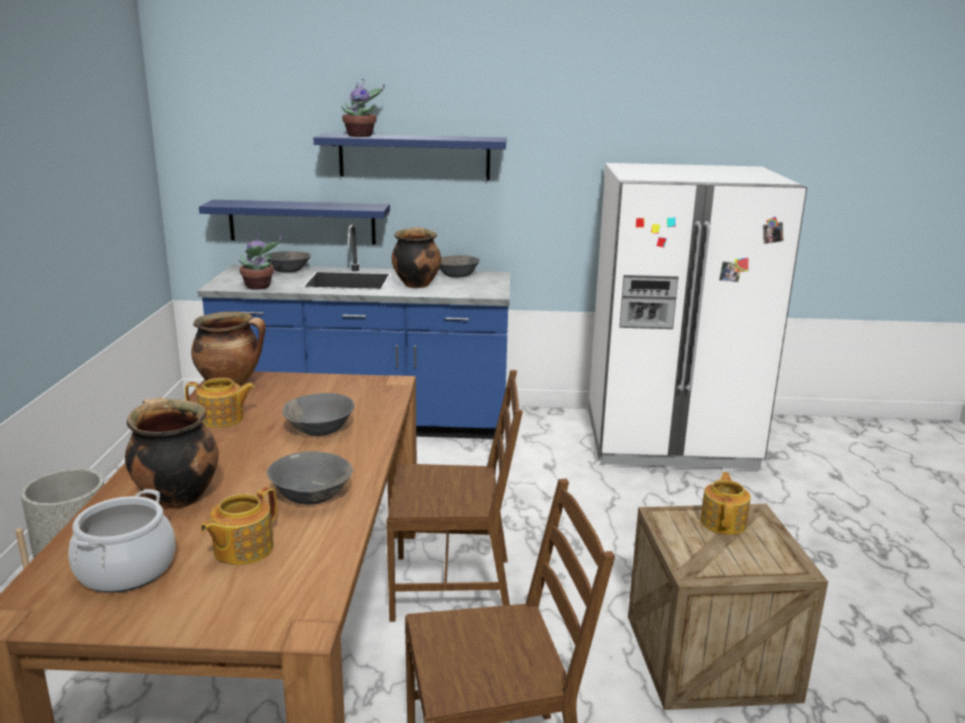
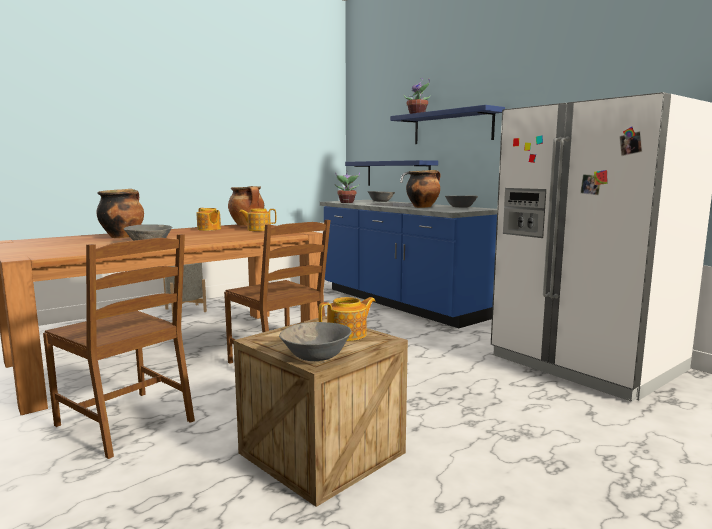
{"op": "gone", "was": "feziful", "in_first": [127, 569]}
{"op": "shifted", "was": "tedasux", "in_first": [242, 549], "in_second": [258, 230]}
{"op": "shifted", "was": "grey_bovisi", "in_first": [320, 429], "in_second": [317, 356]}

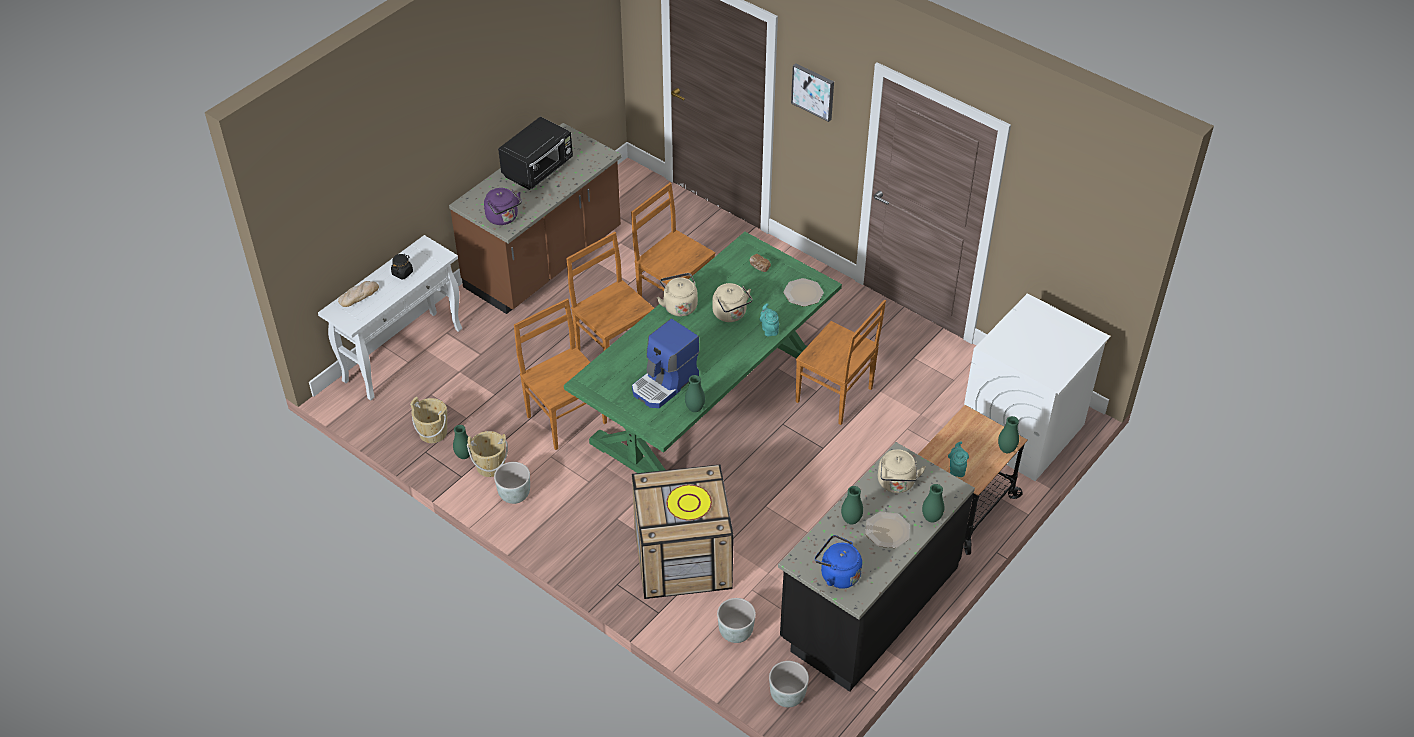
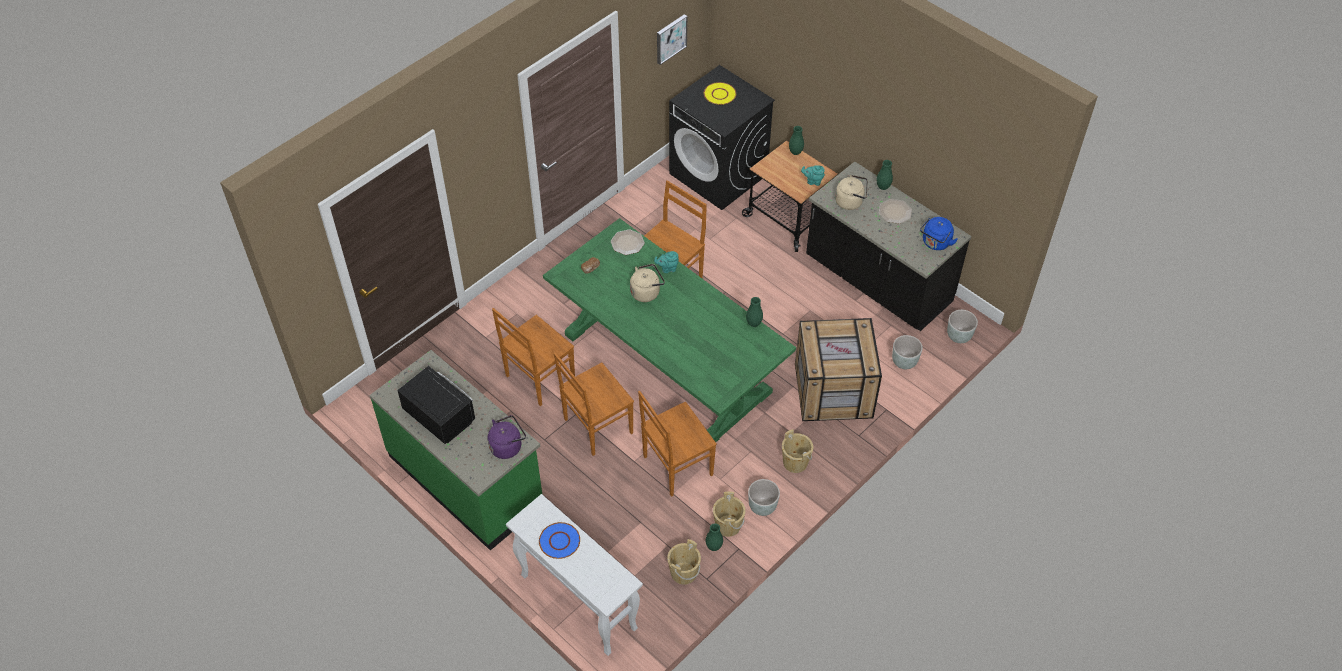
{"op": "gone", "was": "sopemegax", "in_first": [359, 295]}
{"op": "gone", "was": "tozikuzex", "in_first": [665, 384]}
{"op": "gone", "was": "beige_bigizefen", "in_first": [679, 305]}
{"op": "gone", "was": "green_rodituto", "in_first": [851, 520]}
{"op": "new", "now": "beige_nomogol", "in_second": [795, 462]}
{"op": "shifted", "was": "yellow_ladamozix", "in_first": [688, 503], "in_second": [720, 94]}
{"op": "shifted", "was": "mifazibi", "in_first": [813, 91], "in_second": [670, 38]}
{"op": "swapped", "was": "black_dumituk", "now": "blue_ladamozix", "in_first": [402, 273], "in_second": [560, 541]}
{"op": "repainted", "was": "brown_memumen", "now": "green_memumen", "in_first": [544, 261], "in_second": [466, 479]}
{"op": "repainted", "was": "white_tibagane", "now": "black_tibagane", "in_first": [1021, 431], "in_second": [719, 174]}

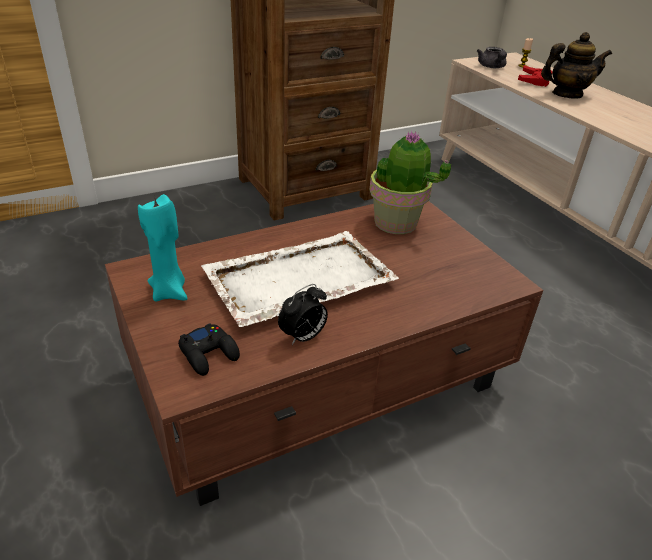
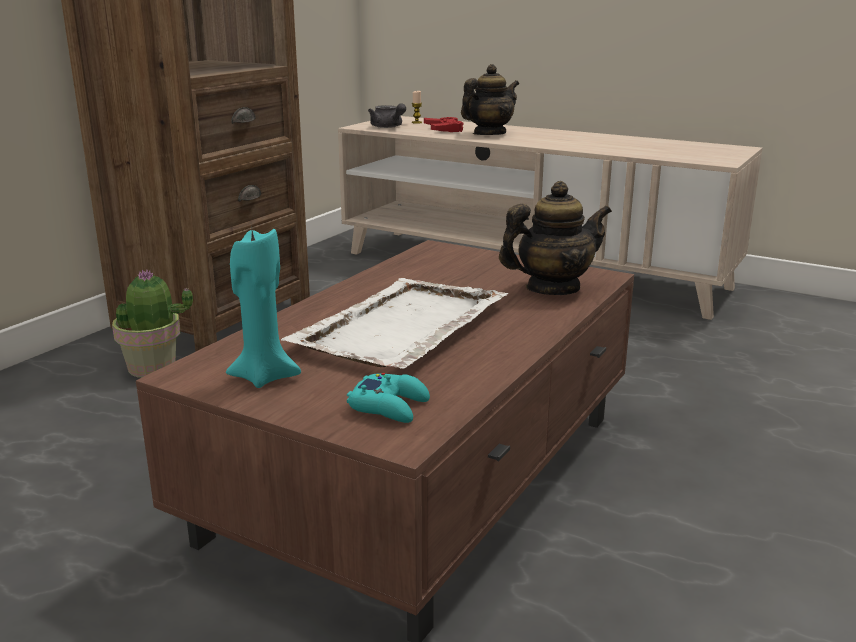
{"op": "gone", "was": "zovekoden", "in_first": [303, 337]}
{"op": "new", "now": "tedasux", "in_second": [552, 288]}
{"op": "shifted", "was": "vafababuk", "in_first": [396, 223], "in_second": [153, 368]}
{"op": "repainted", "was": "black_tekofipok", "now": "turquoise_tekofipok", "in_first": [209, 354], "in_second": [390, 406]}

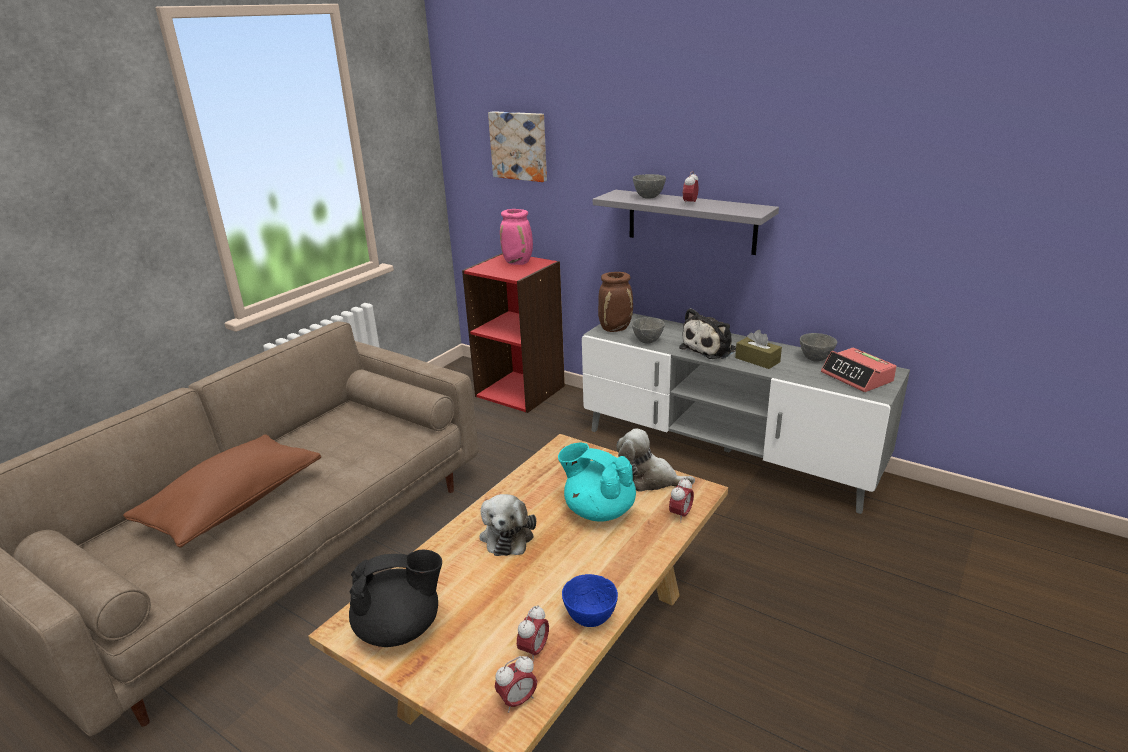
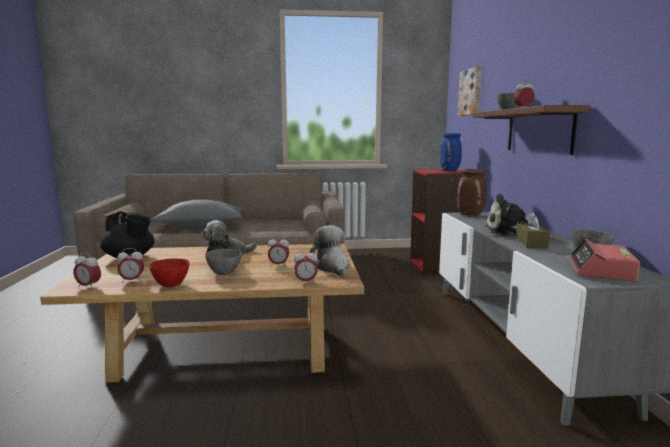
{"op": "shifted", "was": "grey_bovisi", "in_first": [647, 341], "in_second": [224, 273]}
{"op": "swapped", "was": "turquoise_tedasux", "now": "zovekoden", "in_first": [598, 510], "in_second": [278, 265]}
{"op": "repainted", "was": "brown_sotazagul", "now": "grey_sotazagul", "in_first": [233, 504], "in_second": [201, 226]}
{"op": "repainted", "was": "pink_rodituto", "now": "blue_rodituto", "in_first": [518, 263], "in_second": [450, 171]}
{"op": "repainted", "was": "blue_bovisi", "now": "red_bovisi", "in_first": [589, 619], "in_second": [170, 285]}
{"op": "repainted", "was": "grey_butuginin", "now": "brown_butuginin", "in_first": [691, 221], "in_second": [539, 131]}

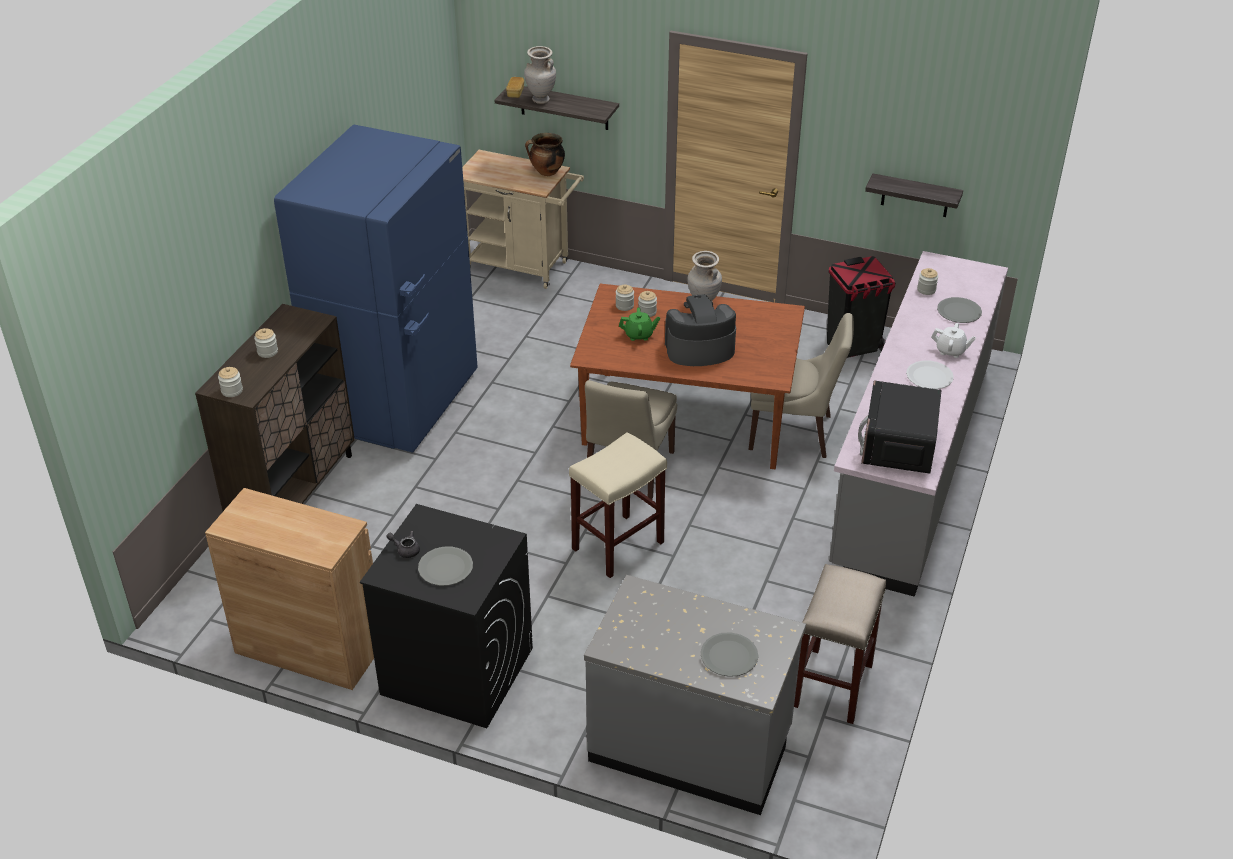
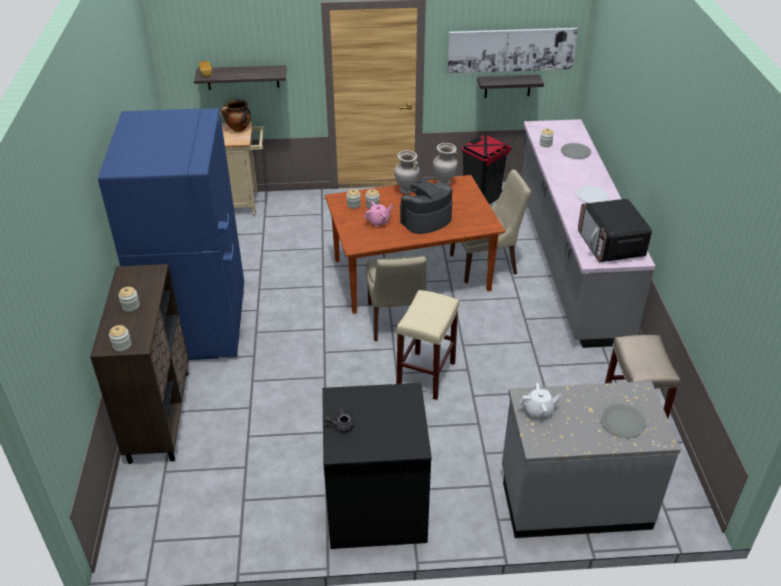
{"op": "gone", "was": "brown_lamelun", "in_first": [310, 647]}
{"op": "gone", "was": "grey_ladamozix", "in_first": [445, 567]}
{"op": "new", "now": "mifazibi", "in_second": [511, 50]}
{"op": "shifted", "was": "beige_rodituto", "in_first": [540, 100], "in_second": [444, 183]}
{"op": "shifted", "was": "white_tedasux", "in_first": [950, 351], "in_second": [538, 411]}
{"op": "repainted", "was": "green_tedasux", "now": "pink_tedasux", "in_first": [639, 335], "in_second": [378, 222]}

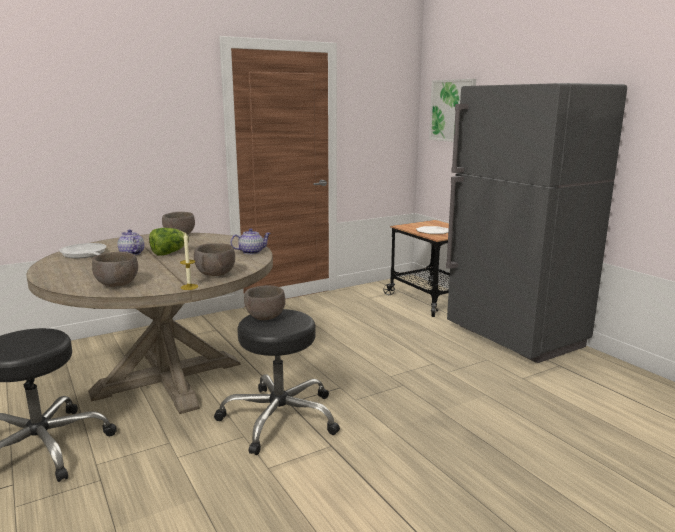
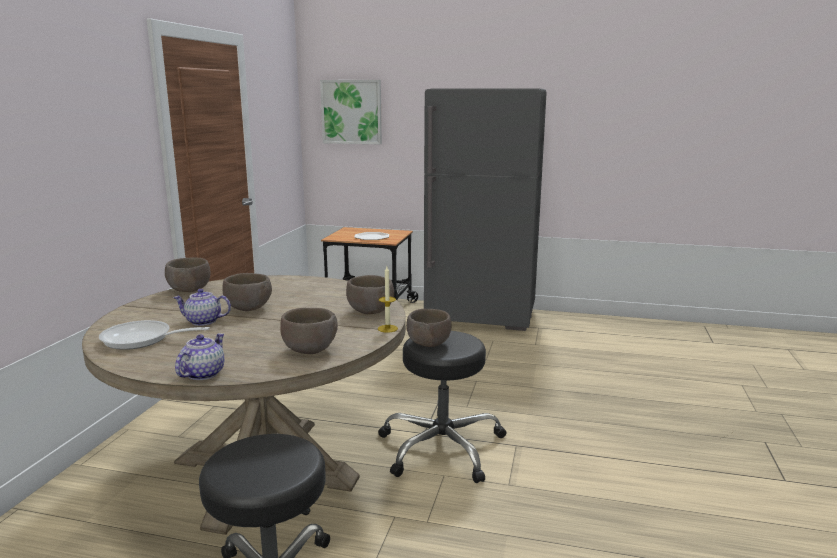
{"op": "shifted", "was": "tedasux", "in_first": [251, 252], "in_second": [203, 374]}
{"op": "swapped", "was": "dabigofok", "now": "brown_bovisi", "in_first": [169, 253], "in_second": [248, 309]}

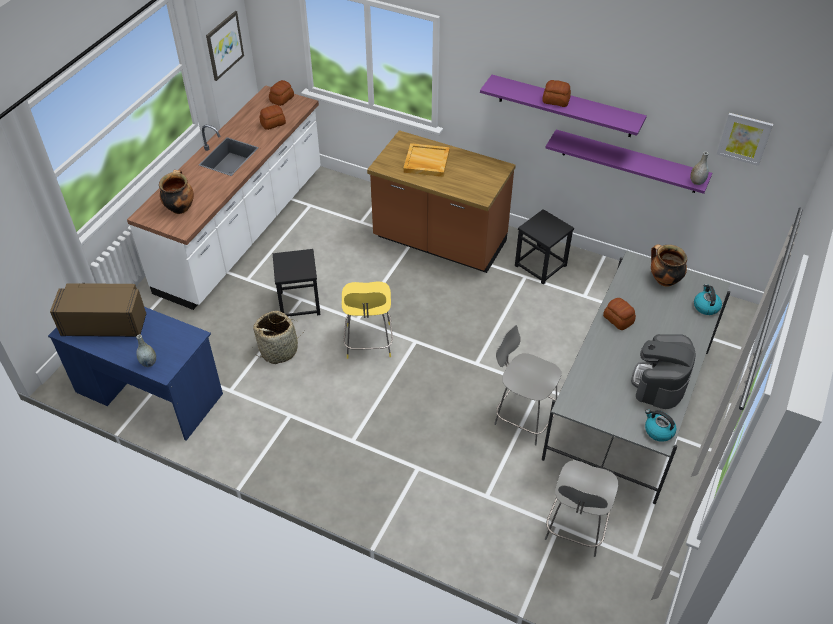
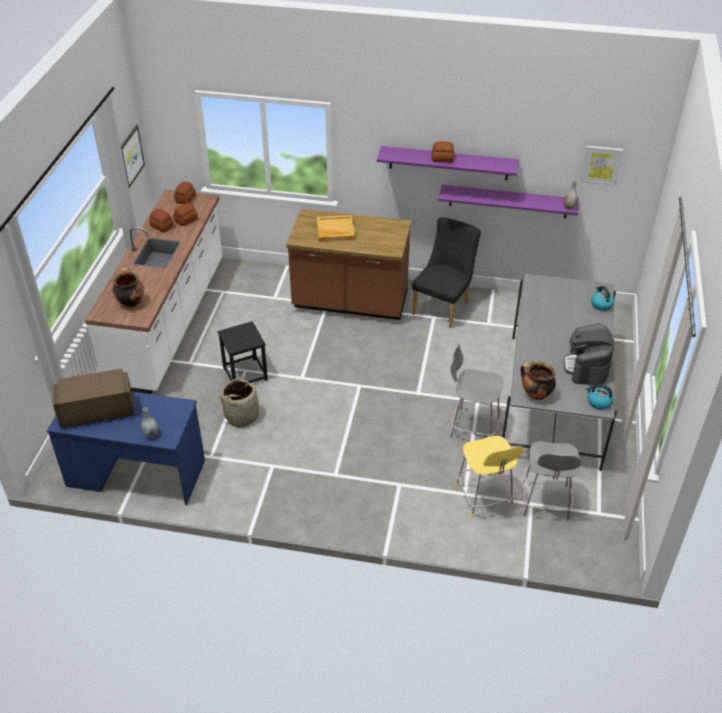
{"op": "shifted", "was": "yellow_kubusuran", "in_first": [368, 343], "in_second": [484, 498]}
{"op": "shifted", "was": "sopemegax", "in_first": [618, 320], "in_second": [162, 226]}
{"op": "shifted", "was": "feziful", "in_first": [663, 280], "in_second": [535, 394]}
{"op": "swapped", "was": "black_kubusuran", "now": "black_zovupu", "in_first": [541, 265], "in_second": [443, 306]}

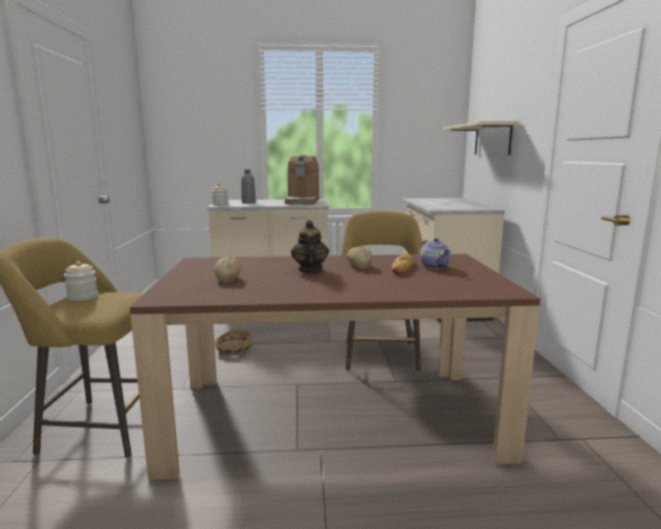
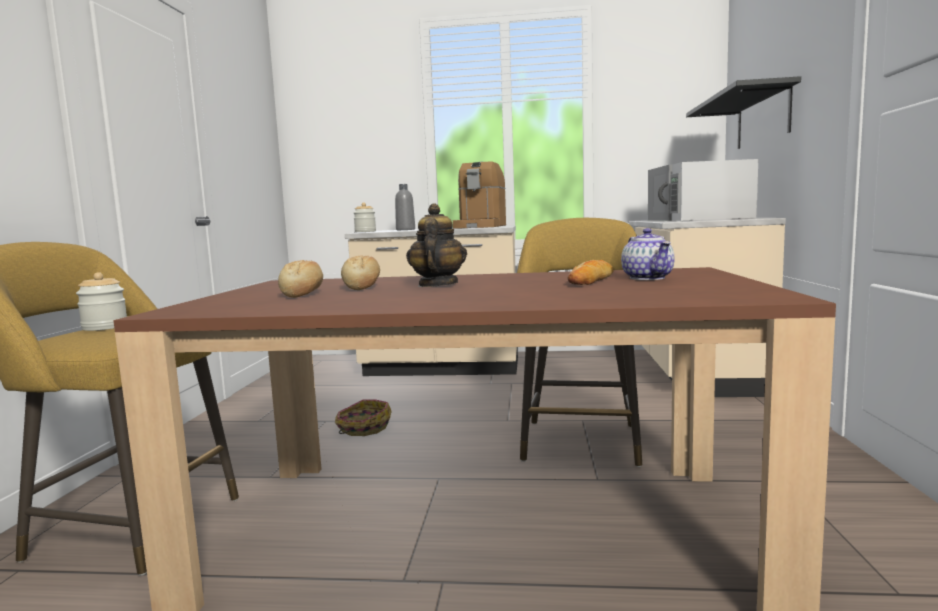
{"op": "new", "now": "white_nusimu", "in_second": [698, 219]}
{"op": "shifted", "was": "sopemegax", "in_first": [359, 266], "in_second": [361, 287]}
{"op": "repainted", "was": "beige_butuginin", "now": "black_butuginin", "in_first": [492, 139], "in_second": [762, 118]}

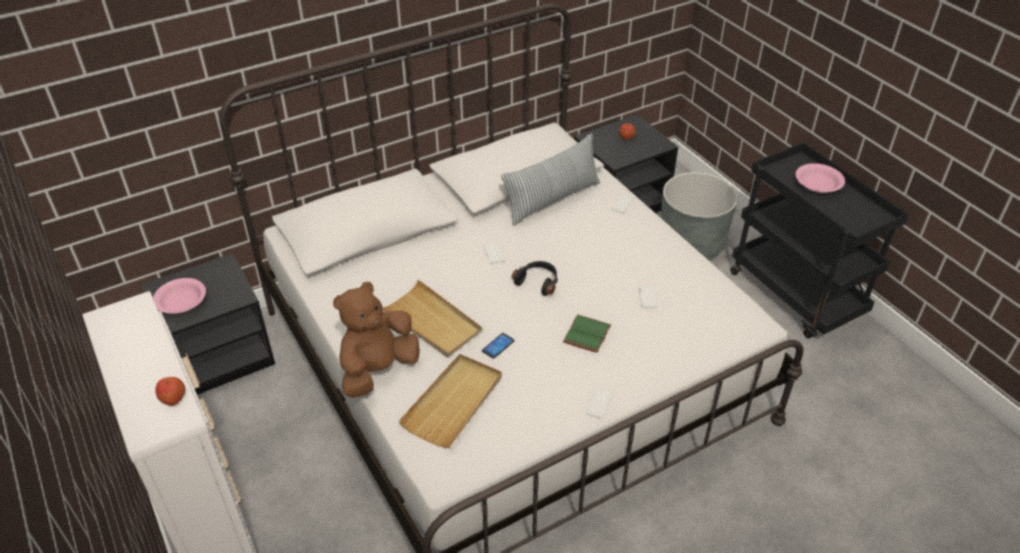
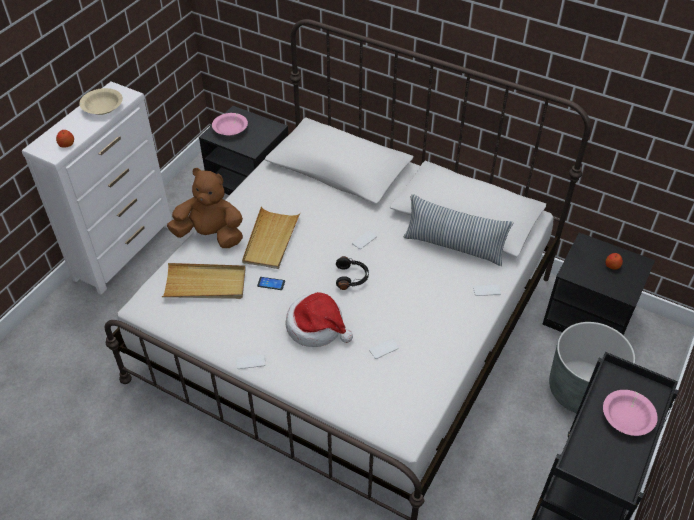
{"op": "new", "now": "beige_bovisi", "in_second": [102, 107]}
{"op": "swapped", "was": "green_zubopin", "now": "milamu", "in_first": [586, 333], "in_second": [316, 327]}

